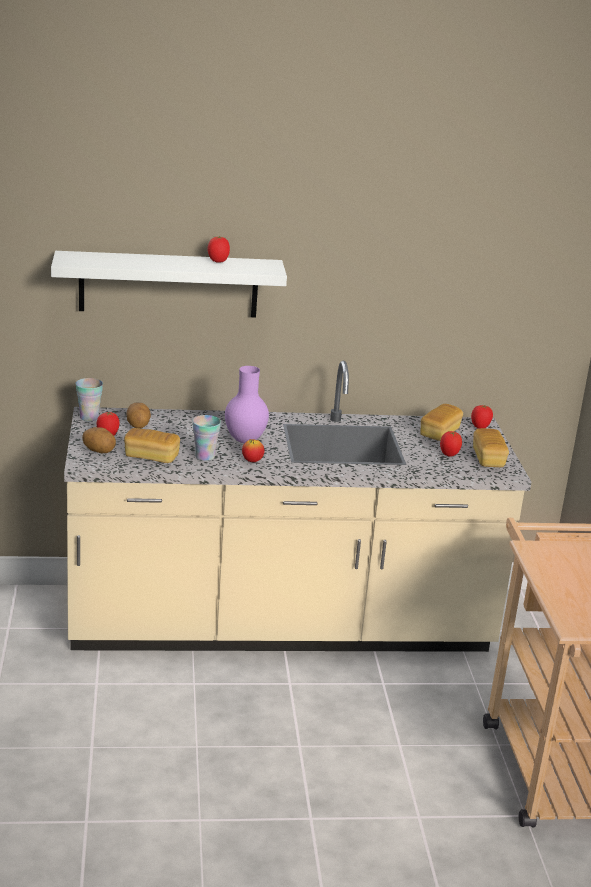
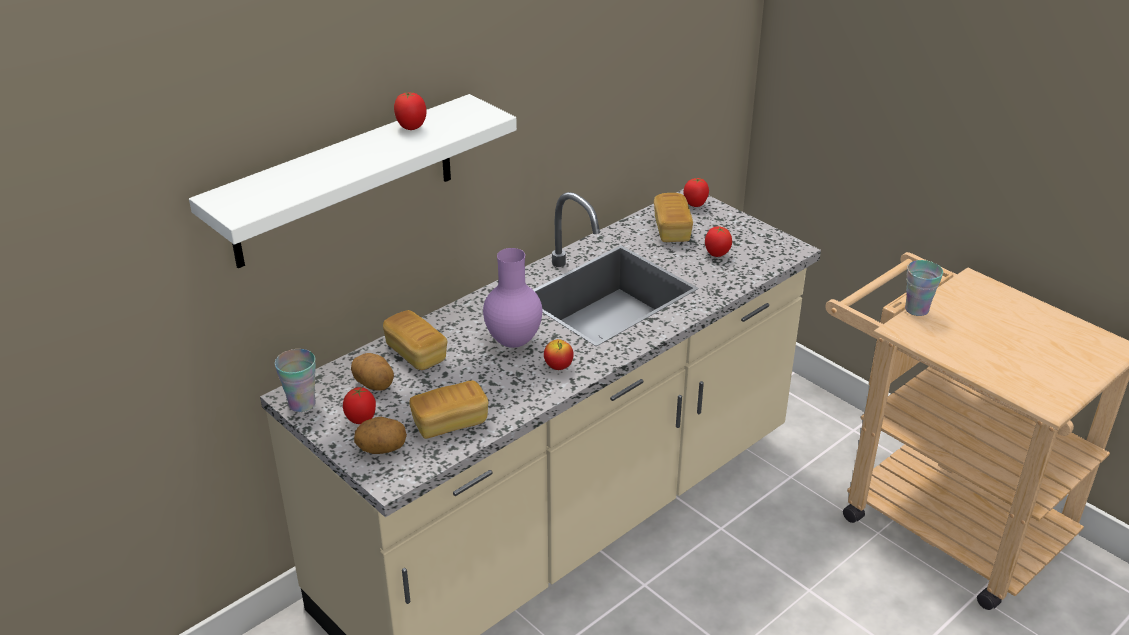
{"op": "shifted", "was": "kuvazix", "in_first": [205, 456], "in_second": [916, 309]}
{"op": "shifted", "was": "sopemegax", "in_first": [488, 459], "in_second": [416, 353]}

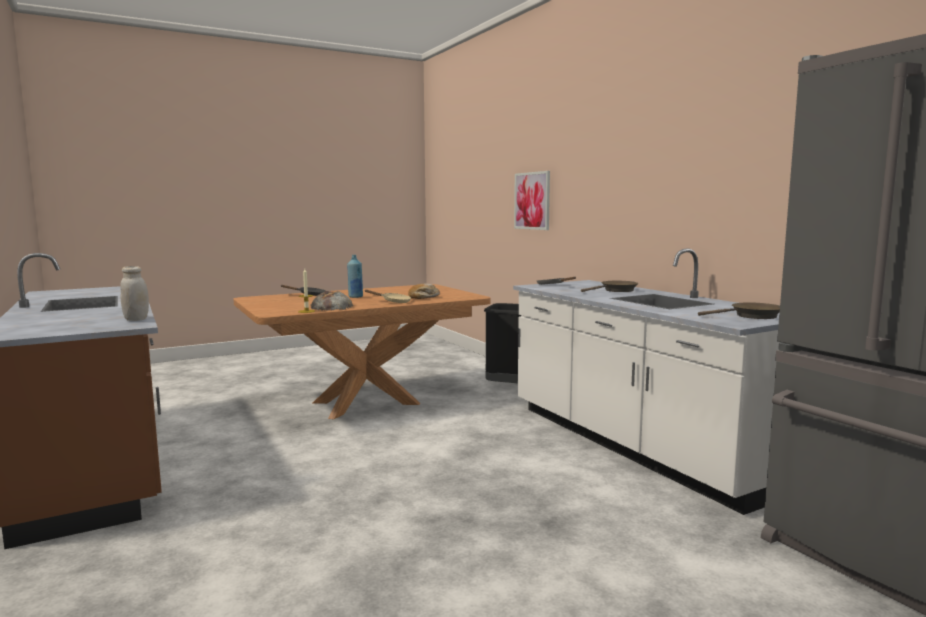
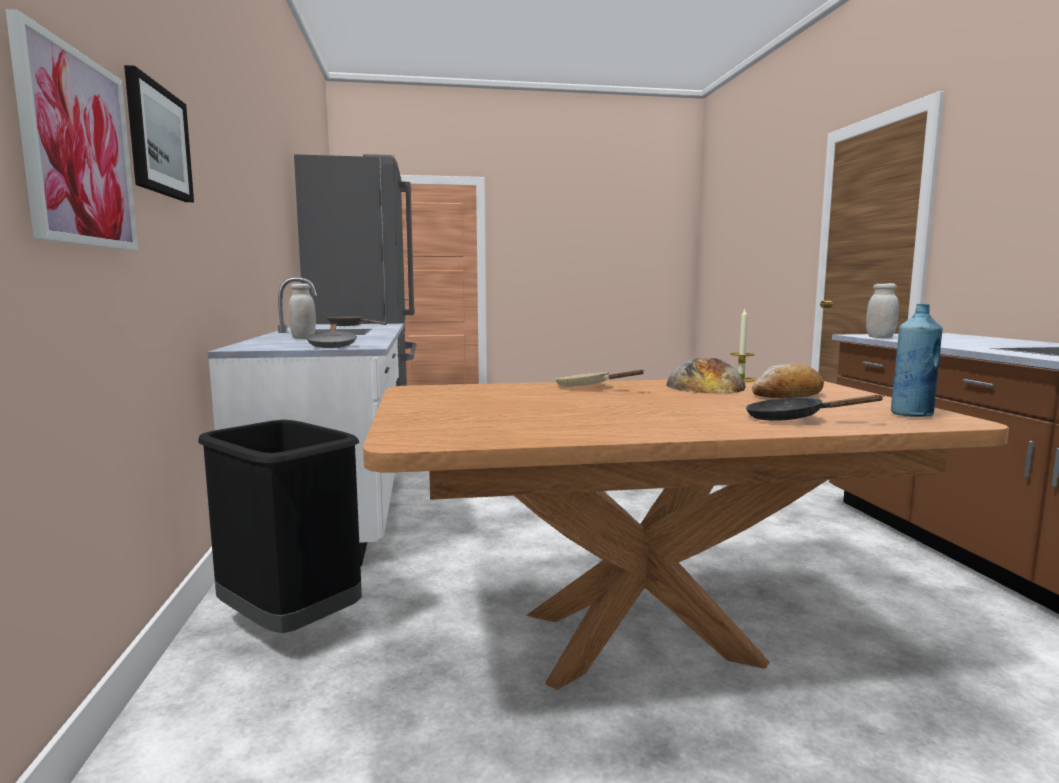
{"op": "new", "now": "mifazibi", "in_second": [158, 141]}
{"op": "shifted", "was": "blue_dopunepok", "in_first": [355, 297], "in_second": [911, 415]}
{"op": "shifted", "was": "sopemegax", "in_first": [424, 297], "in_second": [787, 395]}
{"op": "swapped", "was": "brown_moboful", "now": "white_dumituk", "in_first": [616, 290], "in_second": [303, 338]}

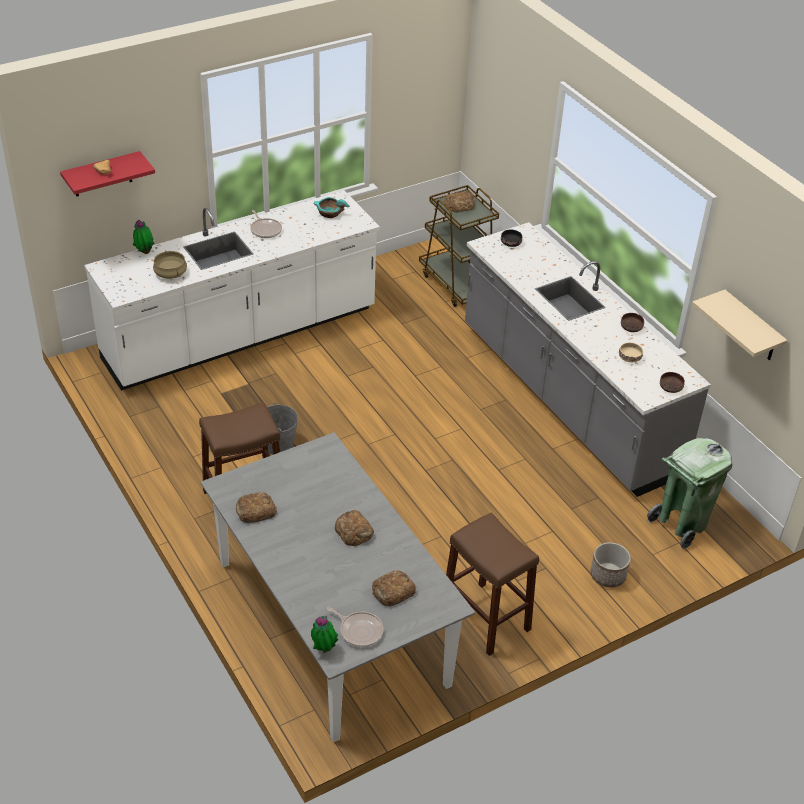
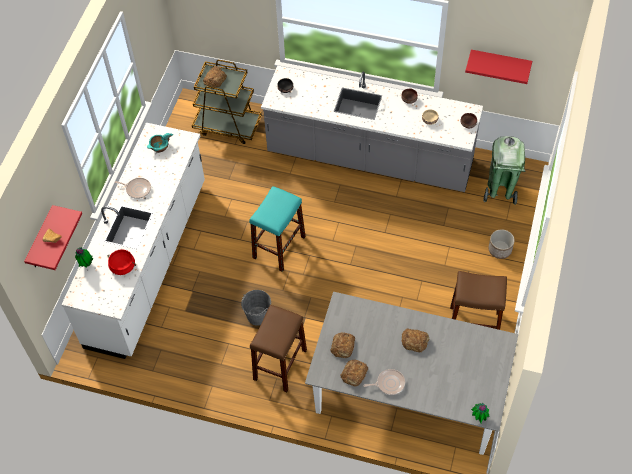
{"op": "new", "now": "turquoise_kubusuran", "in_second": [279, 247]}
{"op": "shifted", "was": "moboful", "in_first": [359, 630], "in_second": [389, 383]}
{"op": "shifted", "was": "sopemegax", "in_first": [393, 592], "in_second": [343, 347]}
{"op": "repainted", "was": "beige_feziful", "now": "red_feziful", "in_first": [171, 273], "in_second": [123, 266]}
{"op": "repainted", "was": "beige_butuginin", "now": "red_butuginin", "in_first": [751, 327], "in_second": [500, 63]}

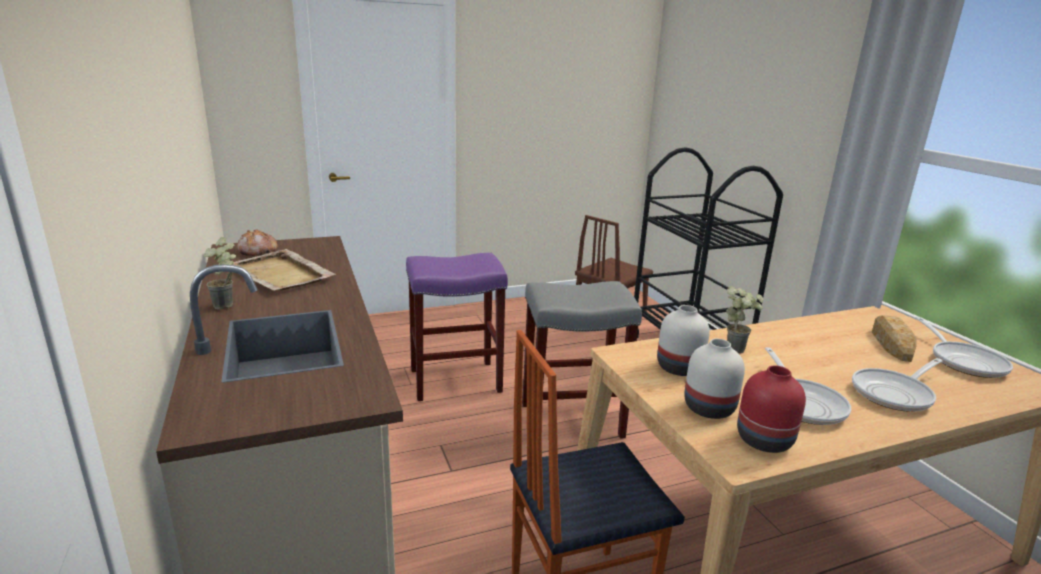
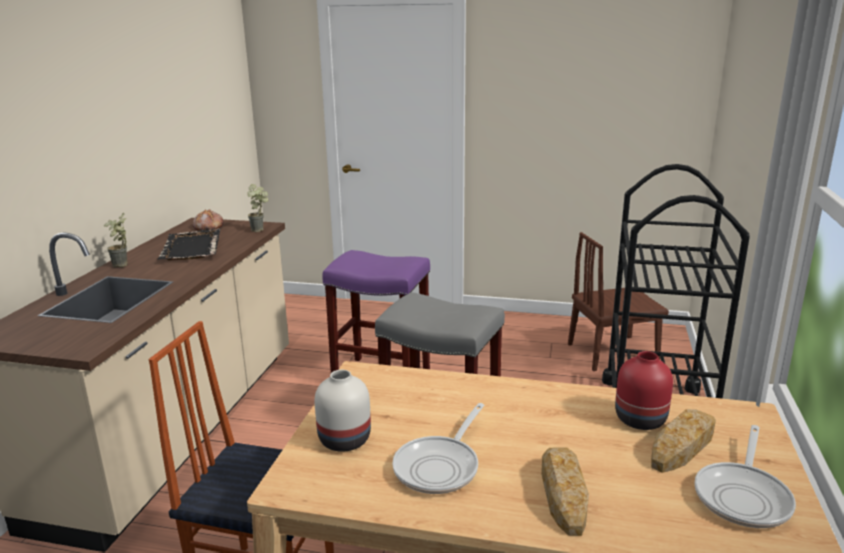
{"op": "gone", "was": "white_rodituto", "in_first": [680, 368]}
{"op": "shifted", "was": "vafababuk", "in_first": [737, 348], "in_second": [261, 230]}
{"op": "shifted", "was": "red_rodituto", "in_first": [763, 440], "in_second": [639, 419]}
{"op": "swapped", "was": "moboful", "now": "sopemegax", "in_first": [895, 394], "in_second": [563, 494]}
{"op": "repainted", "was": "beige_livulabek", "now": "black_livulabek", "in_first": [281, 274], "in_second": [191, 248]}

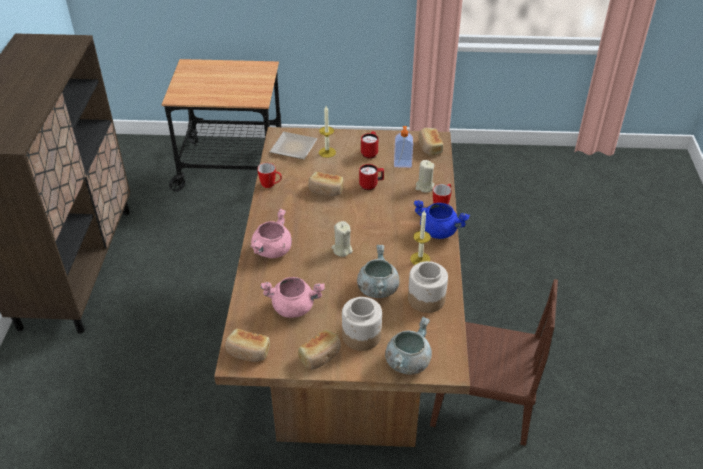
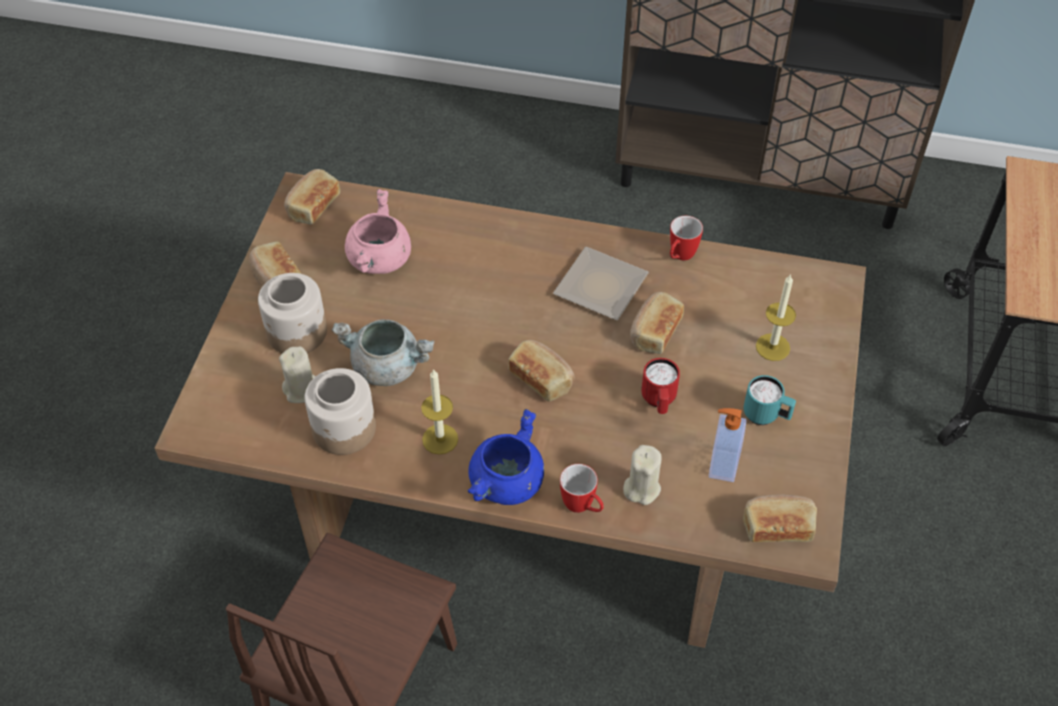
{"op": "gone", "was": "pink_feziful", "in_first": [272, 251]}
{"op": "gone", "was": "grey_feziful", "in_first": [407, 361]}
{"op": "new", "now": "sopemegax", "in_second": [542, 378]}
{"op": "shifted", "was": "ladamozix", "in_first": [293, 147], "in_second": [604, 286]}
{"op": "shifted", "was": "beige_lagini", "in_first": [342, 250], "in_second": [302, 389]}
{"op": "repainted", "was": "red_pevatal", "now": "turquoise_pevatal", "in_first": [370, 152], "in_second": [766, 416]}

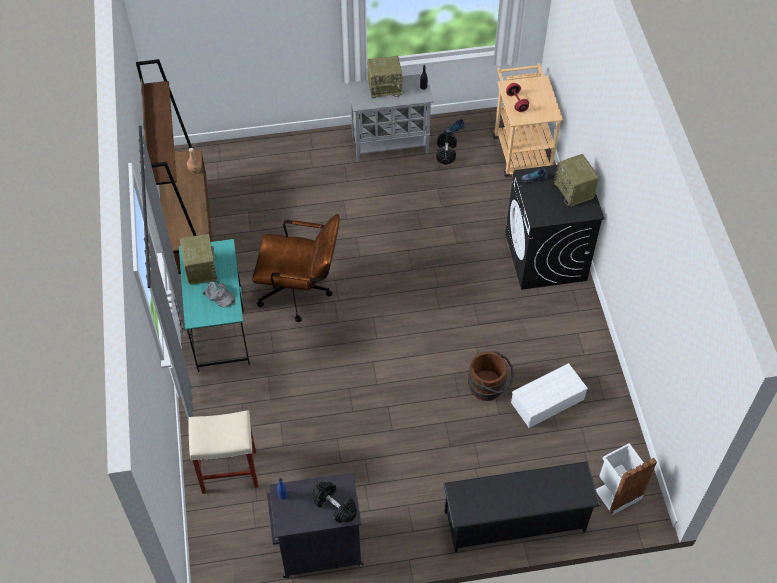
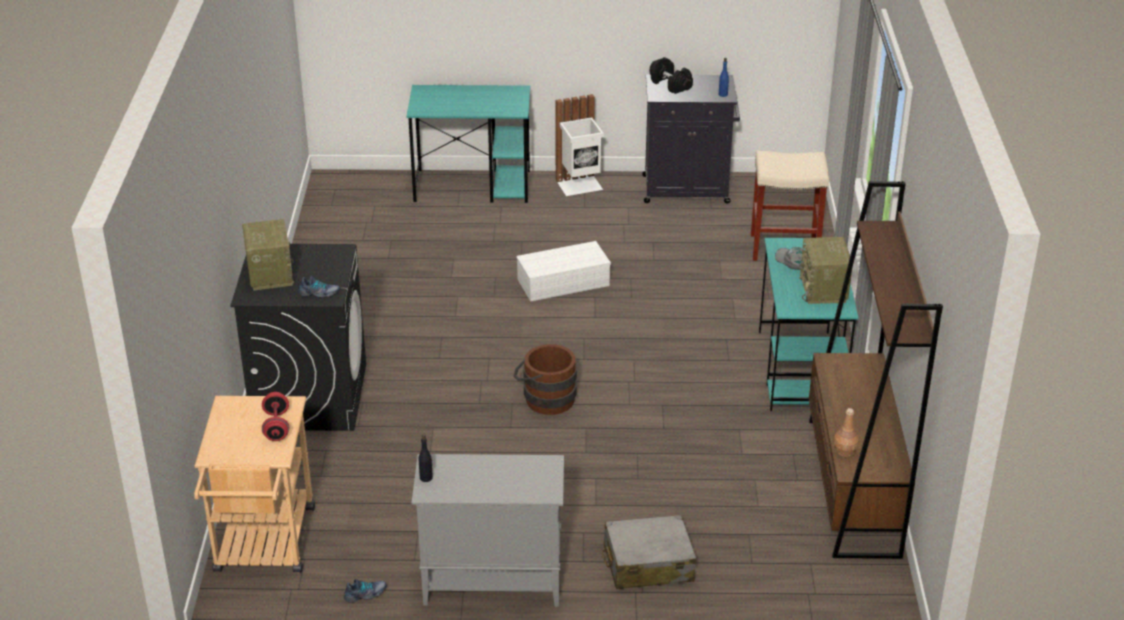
{"op": "gone", "was": "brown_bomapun", "in_first": [300, 292]}
{"op": "gone", "was": "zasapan", "in_first": [385, 87]}
{"op": "gone", "was": "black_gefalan", "in_first": [446, 153]}
{"op": "new", "now": "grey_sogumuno", "in_second": [647, 564]}
{"op": "shifted", "was": "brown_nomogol", "in_first": [490, 386], "in_second": [545, 398]}
{"op": "shifted", "was": "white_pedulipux", "in_first": [547, 402], "in_second": [564, 281]}
{"op": "shifted", "was": "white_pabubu", "in_first": [616, 492], "in_second": [580, 185]}
{"op": "swapped", "was": "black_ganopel", "now": "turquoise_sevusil", "in_first": [515, 521], "in_second": [473, 186]}

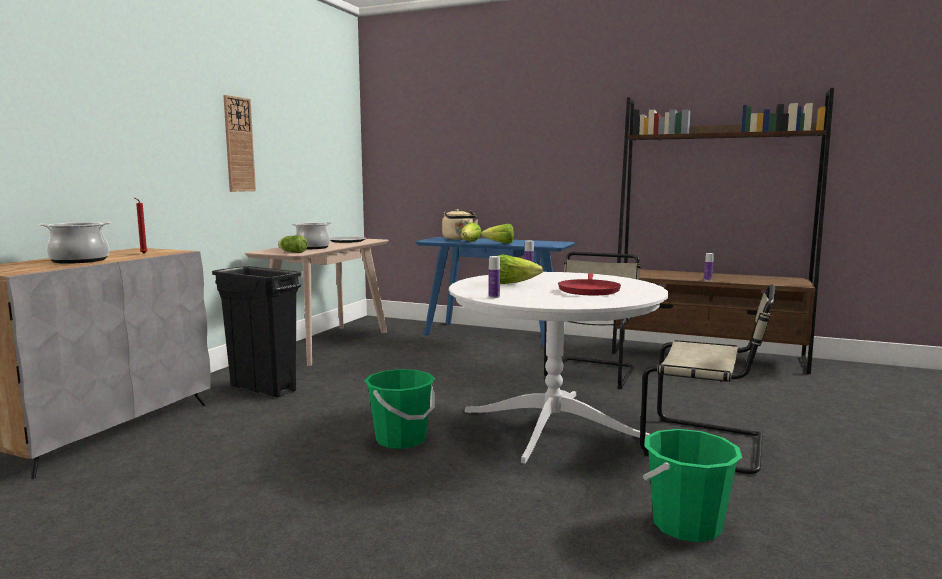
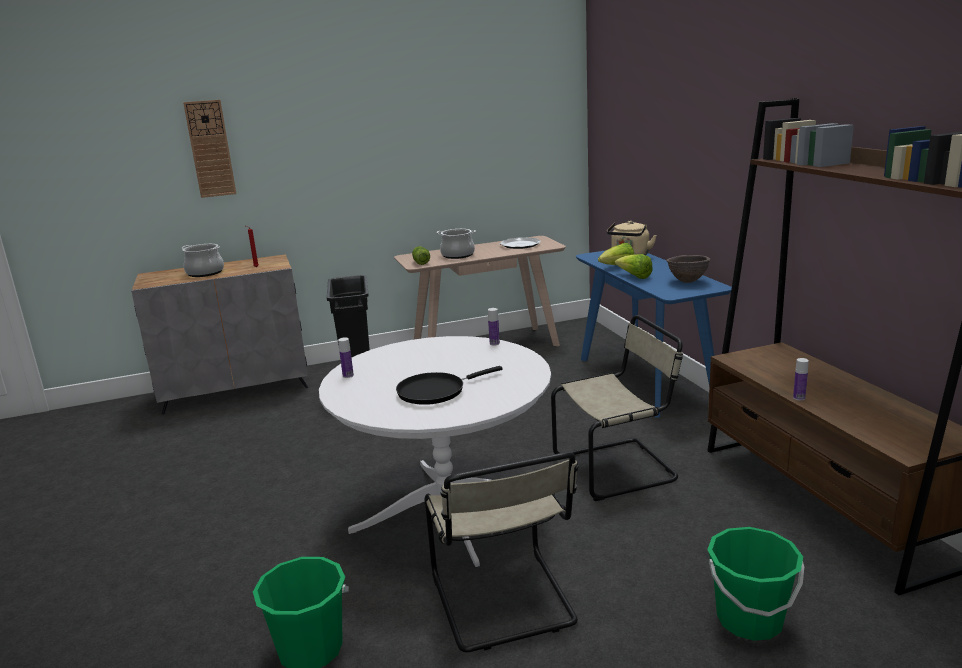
{"op": "gone", "was": "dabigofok", "in_first": [513, 284]}
{"op": "new", "now": "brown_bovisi", "in_second": [687, 281]}
{"op": "shifted", "was": "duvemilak", "in_first": [239, 144], "in_second": [210, 149]}
{"op": "shifted", "was": "green_nomogol", "in_first": [401, 439], "in_second": [749, 620]}
{"op": "repainted", "was": "red_moboful", "now": "black_moboful", "in_first": [588, 290], "in_second": [435, 391]}

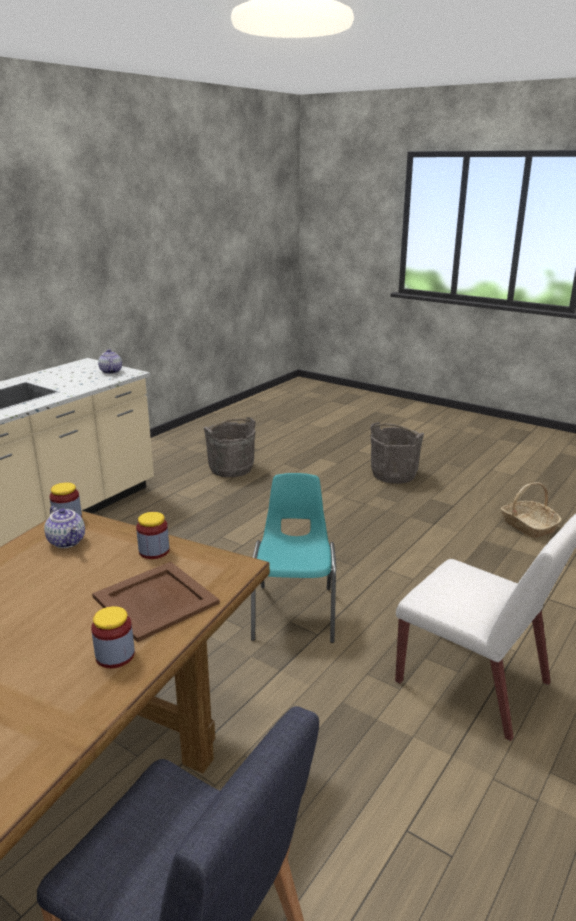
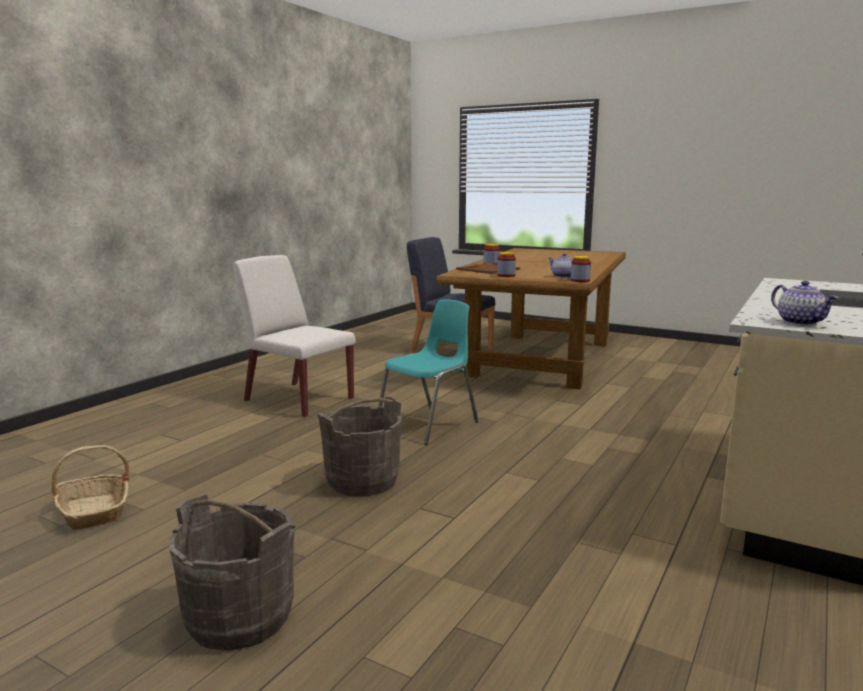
{"op": "shifted", "was": "grey_nomogol", "in_first": [231, 468], "in_second": [362, 481]}
{"op": "rotated", "was": "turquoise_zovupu", "in_first": [295, 612], "in_second": [429, 424], "clockwise": -135}

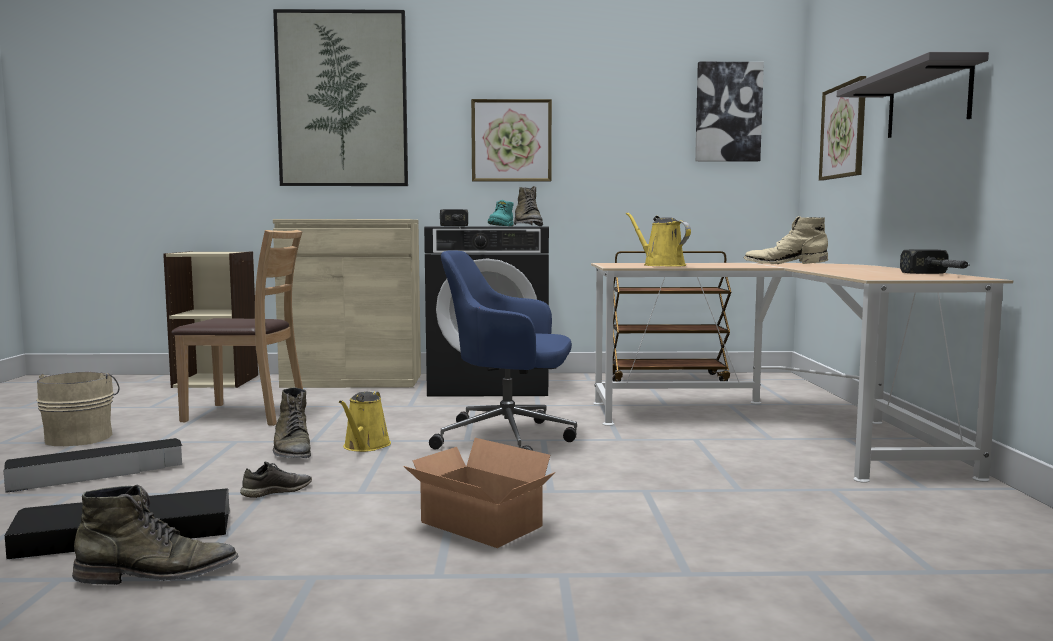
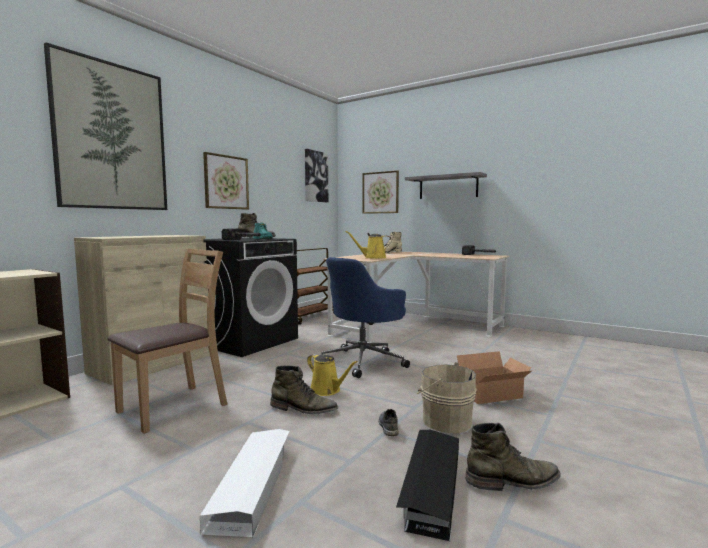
{"op": "shifted", "was": "beige_nomogol", "in_first": [81, 437], "in_second": [445, 420]}
{"op": "repainted", "was": "black_pedulipux", "now": "white_pedulipux", "in_first": [98, 473], "in_second": [253, 484]}
{"op": "rotated", "was": "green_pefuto", "in_first": [158, 574], "in_second": [513, 481], "clockwise": 60}

